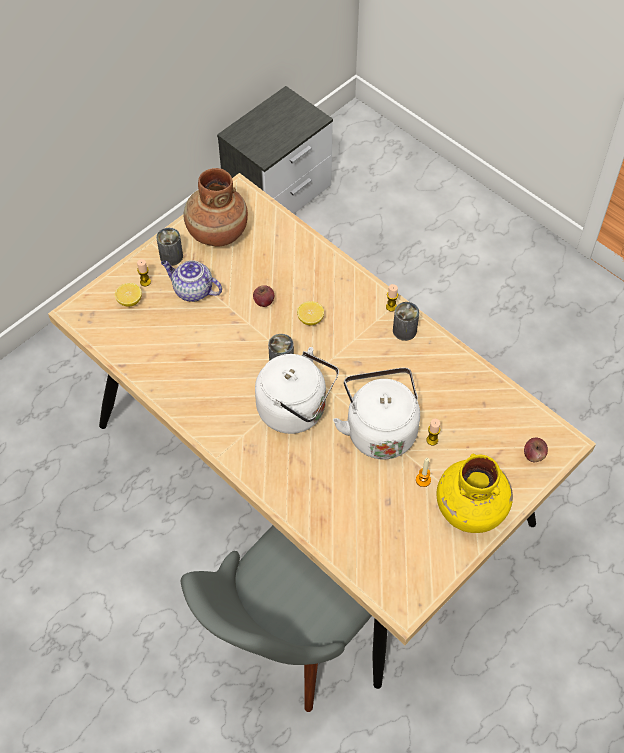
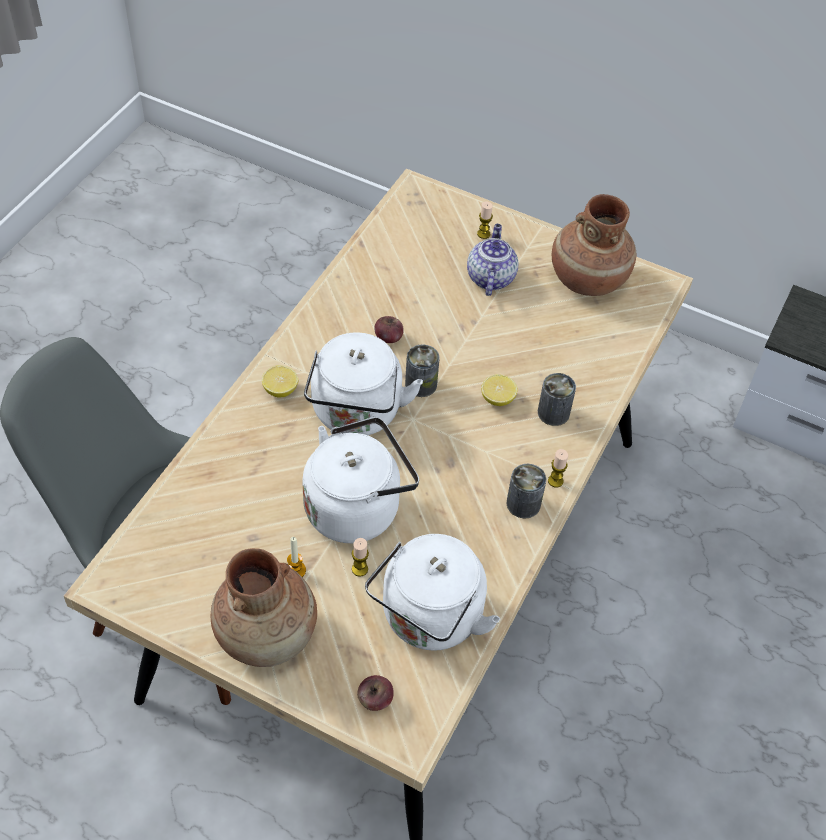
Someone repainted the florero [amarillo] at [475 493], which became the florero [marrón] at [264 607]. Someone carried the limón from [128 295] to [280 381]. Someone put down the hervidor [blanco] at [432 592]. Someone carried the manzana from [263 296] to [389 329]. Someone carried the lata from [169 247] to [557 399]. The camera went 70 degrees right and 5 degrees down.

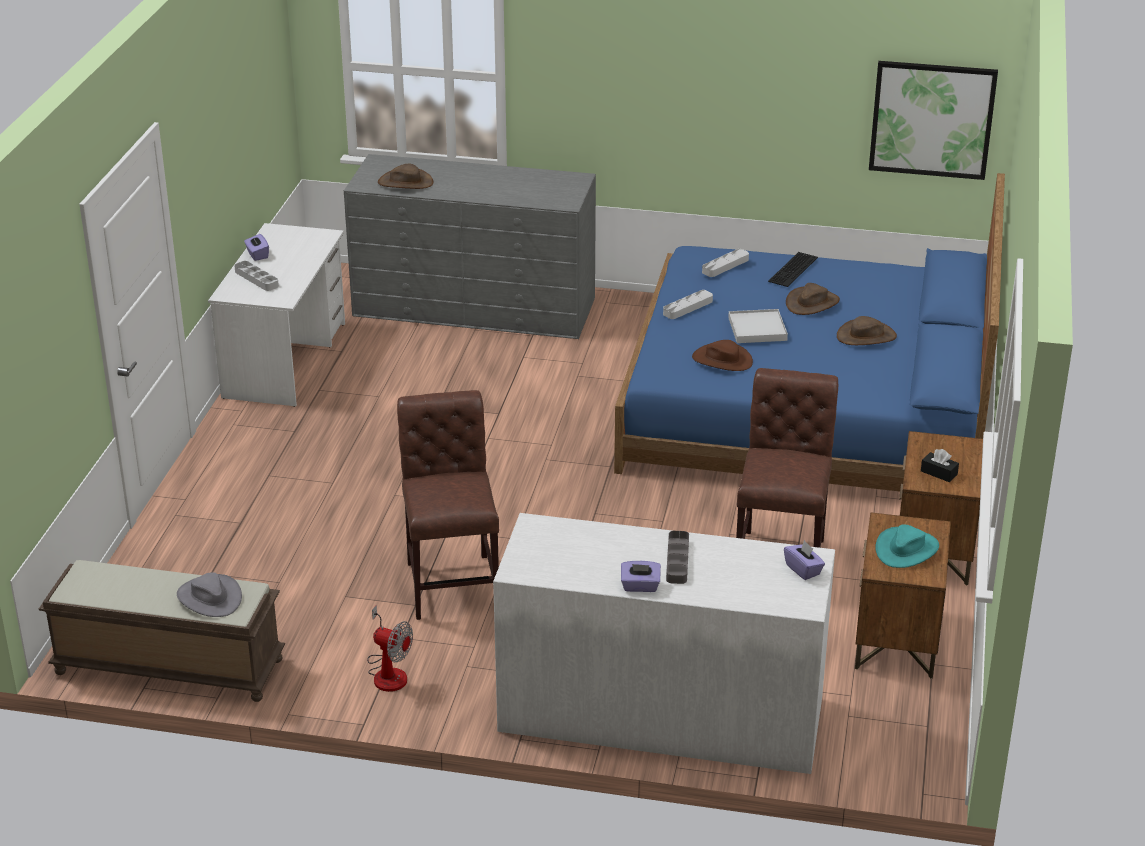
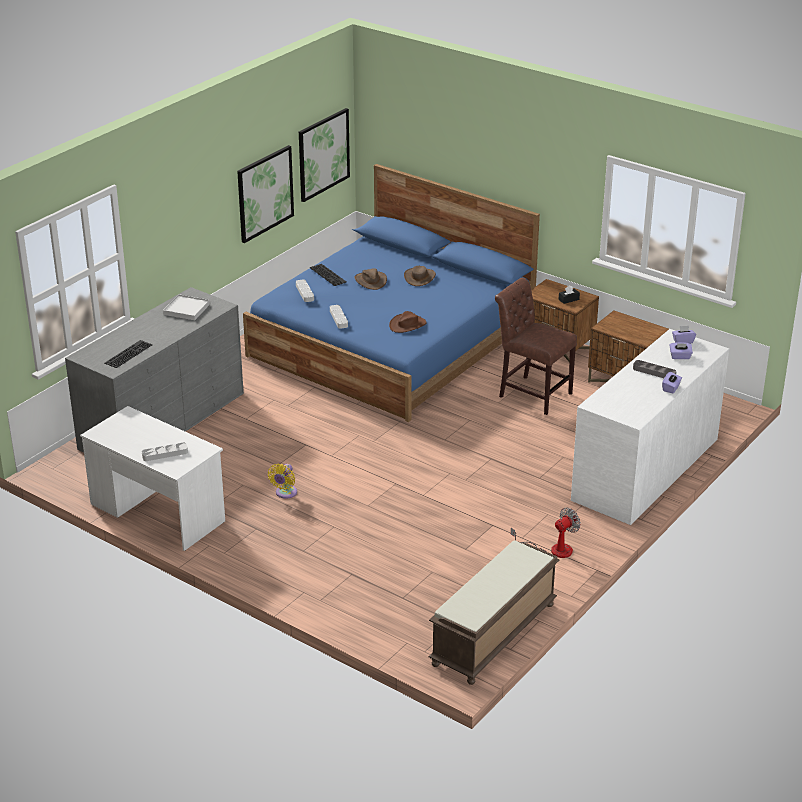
Someone swapped the sombrero [marrón] at [406 176] for the teclado at [128 354]. Someone carried the bandeja [blanco] from [758 326] to [186 307]. Someone put up the cuadro at [265 194]. Someone put down the ventilador [amarillo] at [282 481]. Someone carried the caja de pañuelos [morado] from [256 247] to [681 350]. Someone took away the sombrero [gris] at [209 594]. Someone took away the silla [marrón] at [448 505]. Someone took away the sombrero [turquesa] at [907 546]. The camera went 65 degrees left and 0 degrees up.

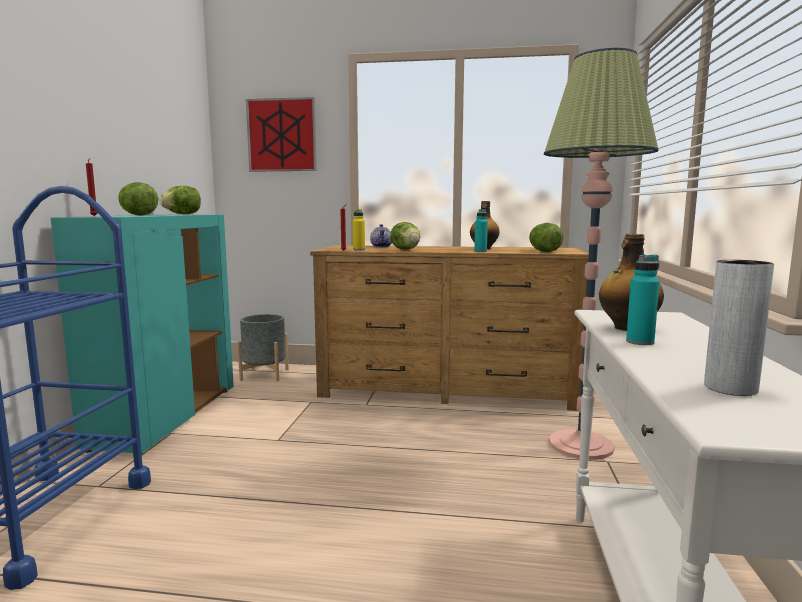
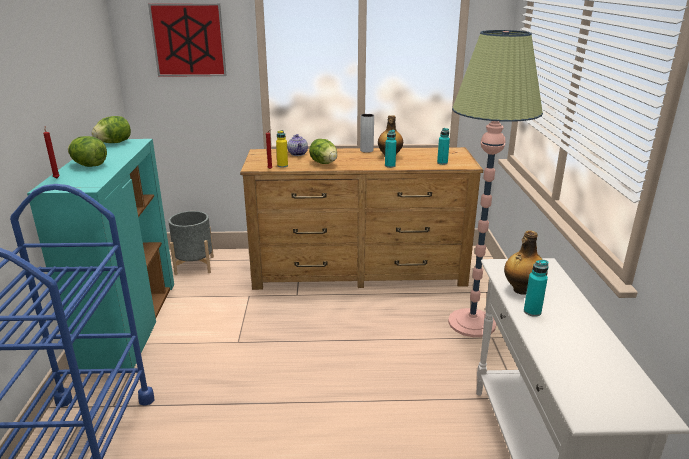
Someone carried the florero [gris] from [739 328] to [367 133]. Someone swapped the lechuga at [546 237] for the botella [turquesa] at [443 146]. The camera went 10 degrees left and 15 degrees up.

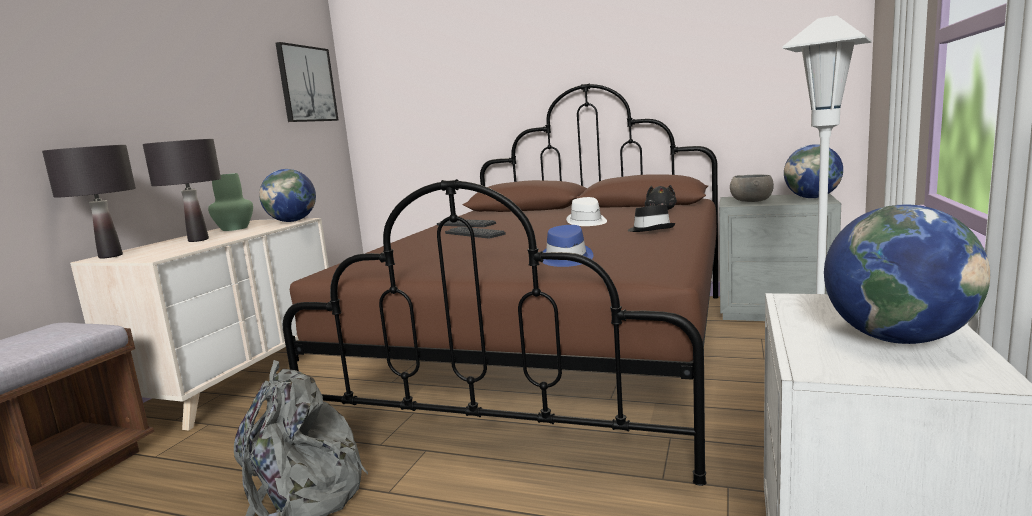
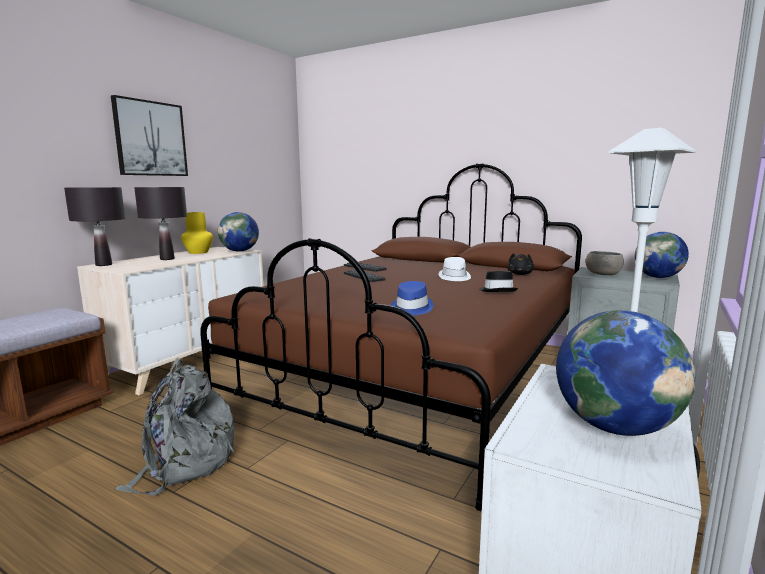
Someone carried the cuadro from [306 82] to [149 135]. Someone repainted the florero [verde] at [230 202], which became the florero [amarillo] at [197 233]. The camera went 10 degrees right and 0 degrees up.

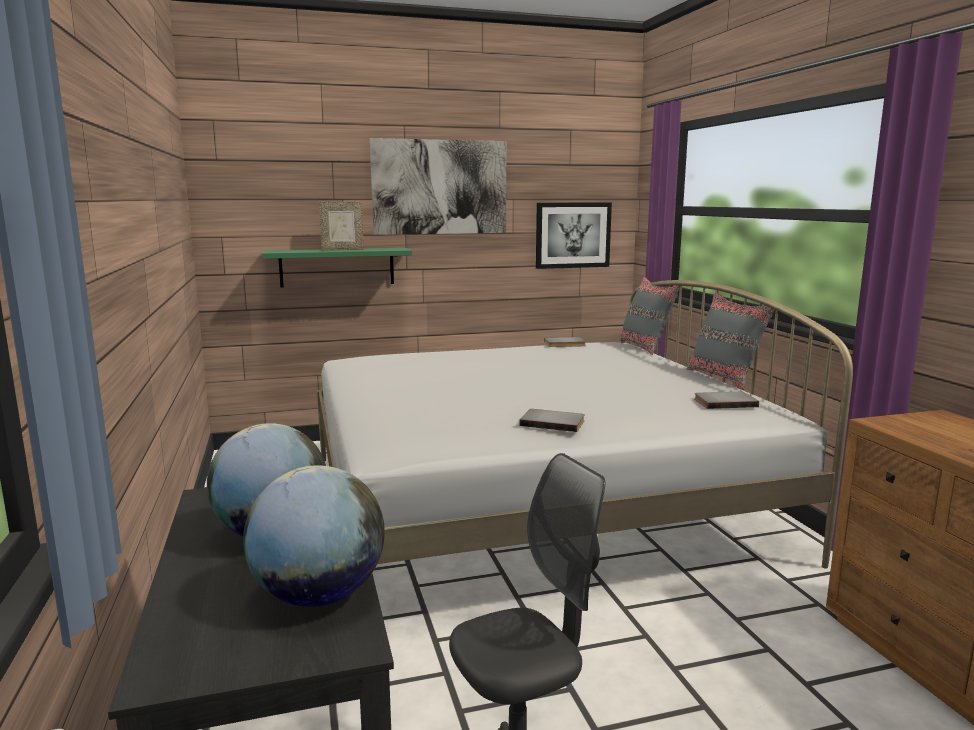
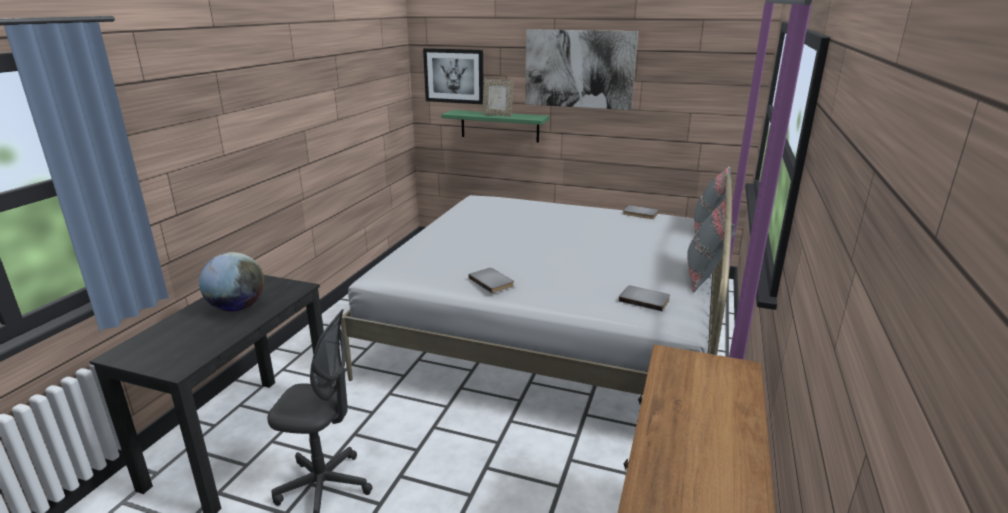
Someone carried the cuadro from [574 236] to [453 76]. Someone took away the globo terráqueo at [314 536]. The camera went 35 degrees right and 10 degrees up.

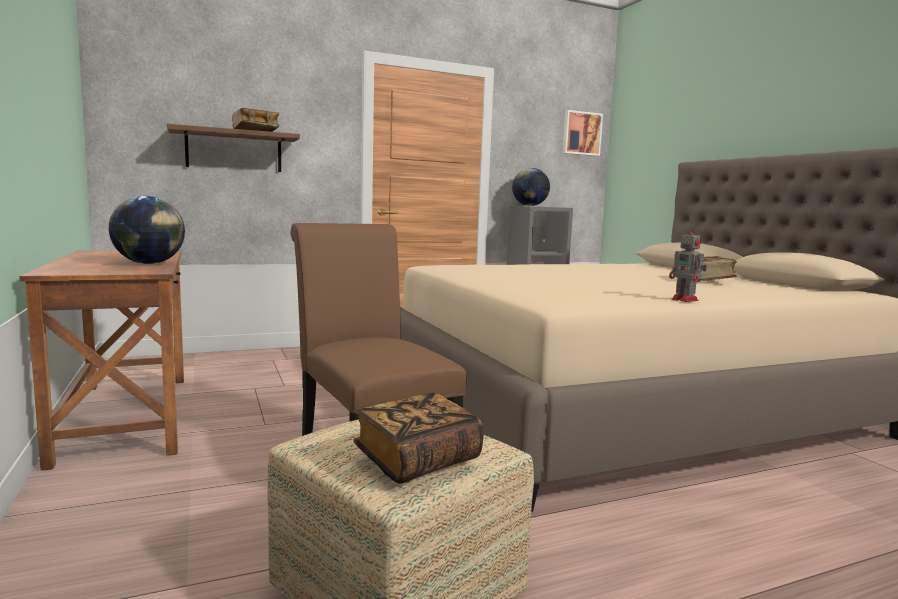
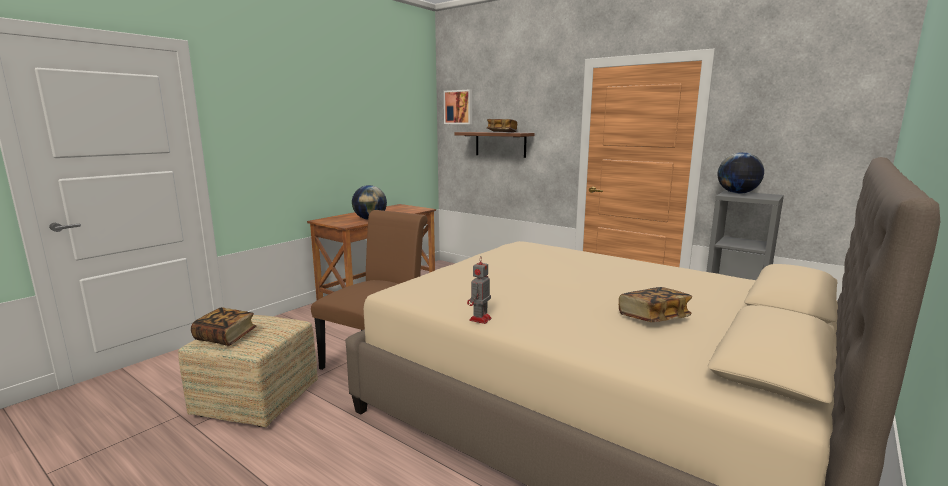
Someone carried the cuadro from [582 133] to [458 107]. The camera went 60 degrees right and 5 degrees up.

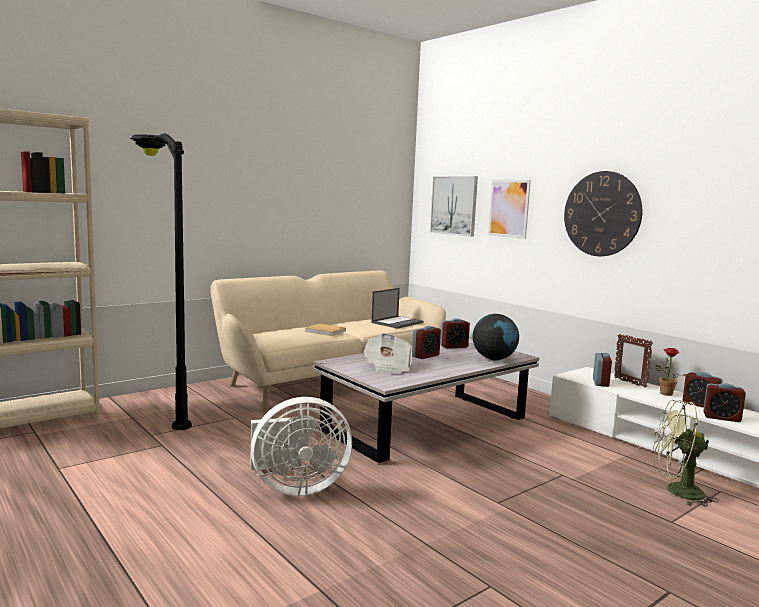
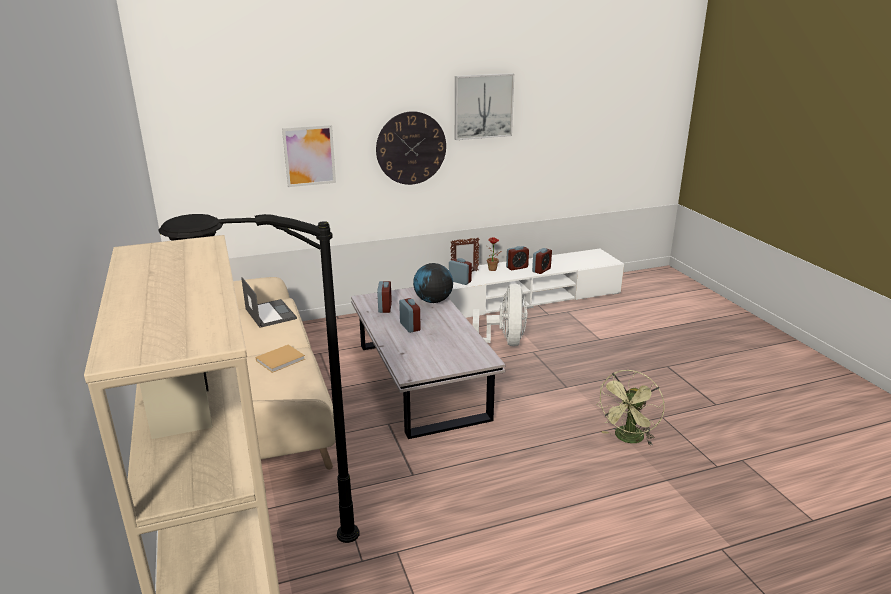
Someone carried the cuadro from [454 206] to [484 106]. Someone carried the ventilador [blanco] from [301 446] to [500 315]. Someone carried the ventilador [verde] from [685 453] to [630 407]. Someone took away the periódico at [388 354]. The camera went 70 degrees left and 15 degrees up.

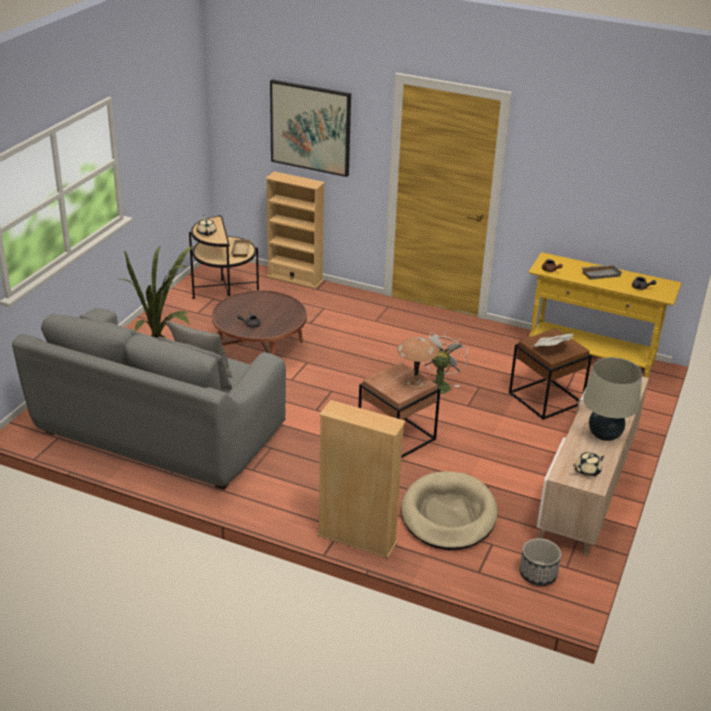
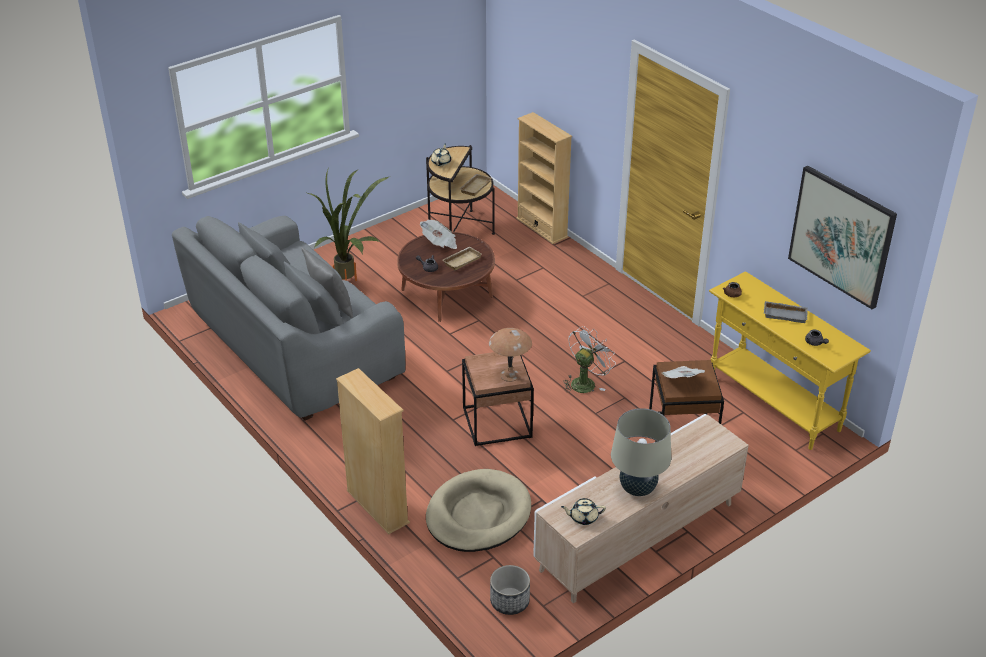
Someone put down the periódico at [438 234]. Someone put down the bandeja [beis] at [462 258]. Someone carried the cuadro from [310 128] to [842 237]. The camera went 30 degrees right and 5 degrees up.

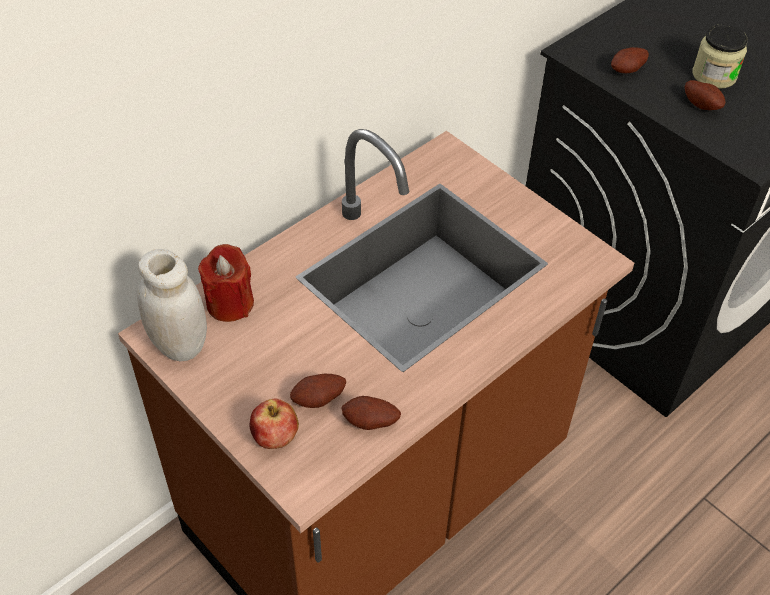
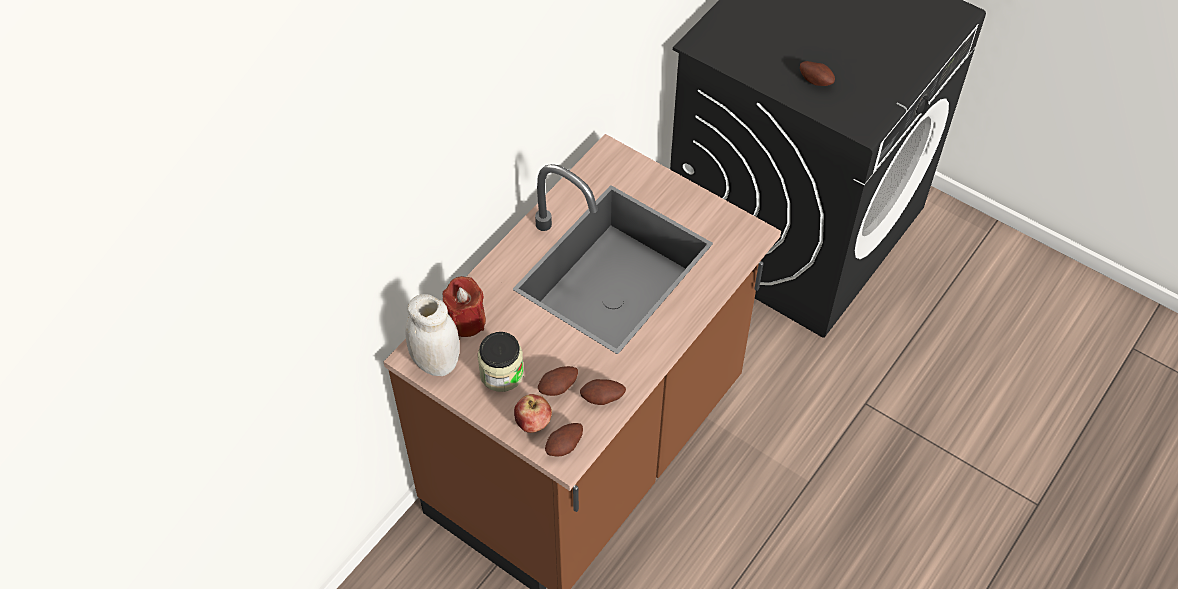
Someone carried the tarro from [720 56] to [501 362]. Someone carried the patata from [630 60] to [564 440]. The camera went 10 degrees left and 5 degrees up.

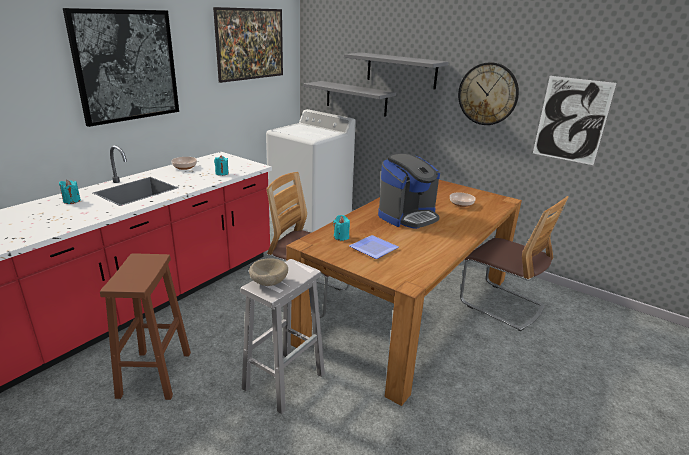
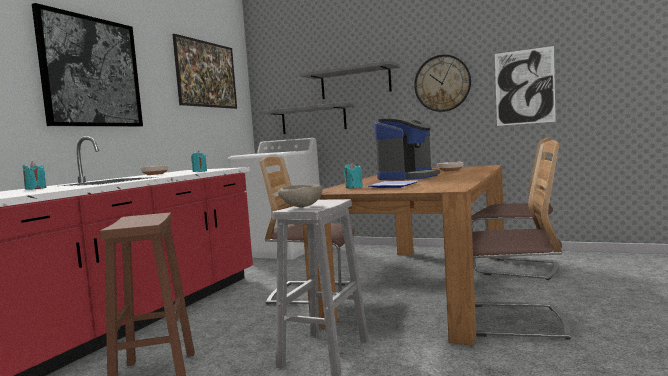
Someone put down the silla at [521 240]. The camera went 10 degrees left and 20 degrees down.

